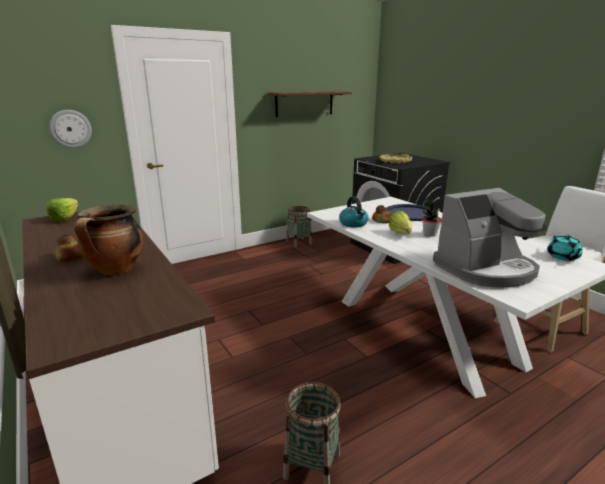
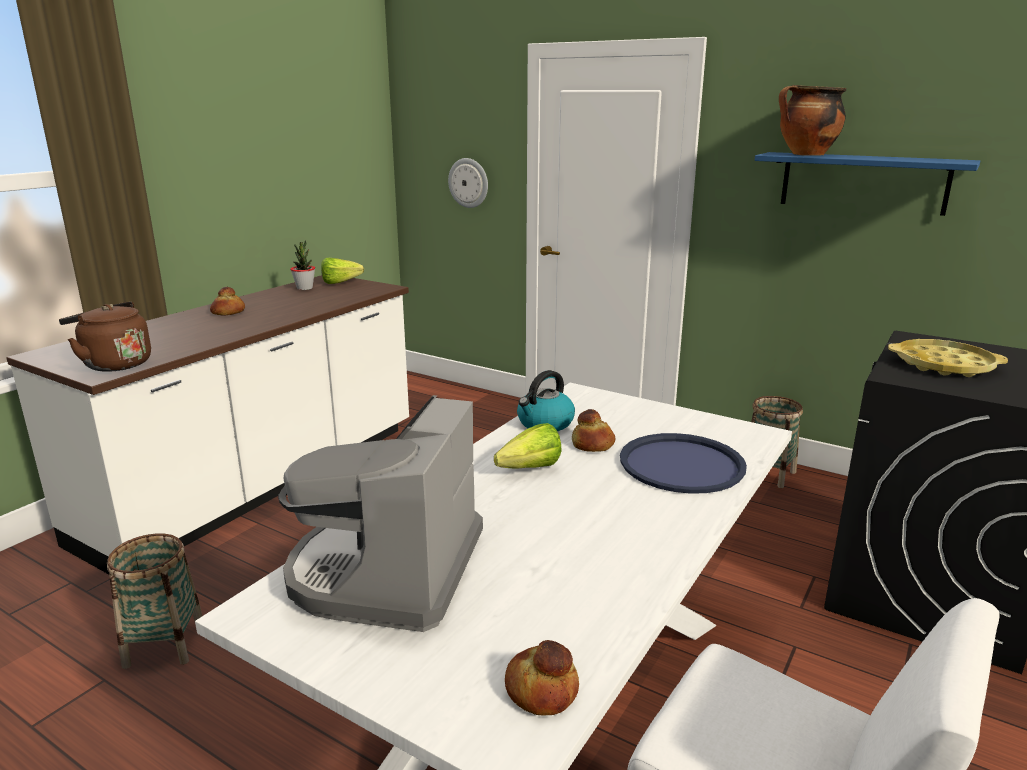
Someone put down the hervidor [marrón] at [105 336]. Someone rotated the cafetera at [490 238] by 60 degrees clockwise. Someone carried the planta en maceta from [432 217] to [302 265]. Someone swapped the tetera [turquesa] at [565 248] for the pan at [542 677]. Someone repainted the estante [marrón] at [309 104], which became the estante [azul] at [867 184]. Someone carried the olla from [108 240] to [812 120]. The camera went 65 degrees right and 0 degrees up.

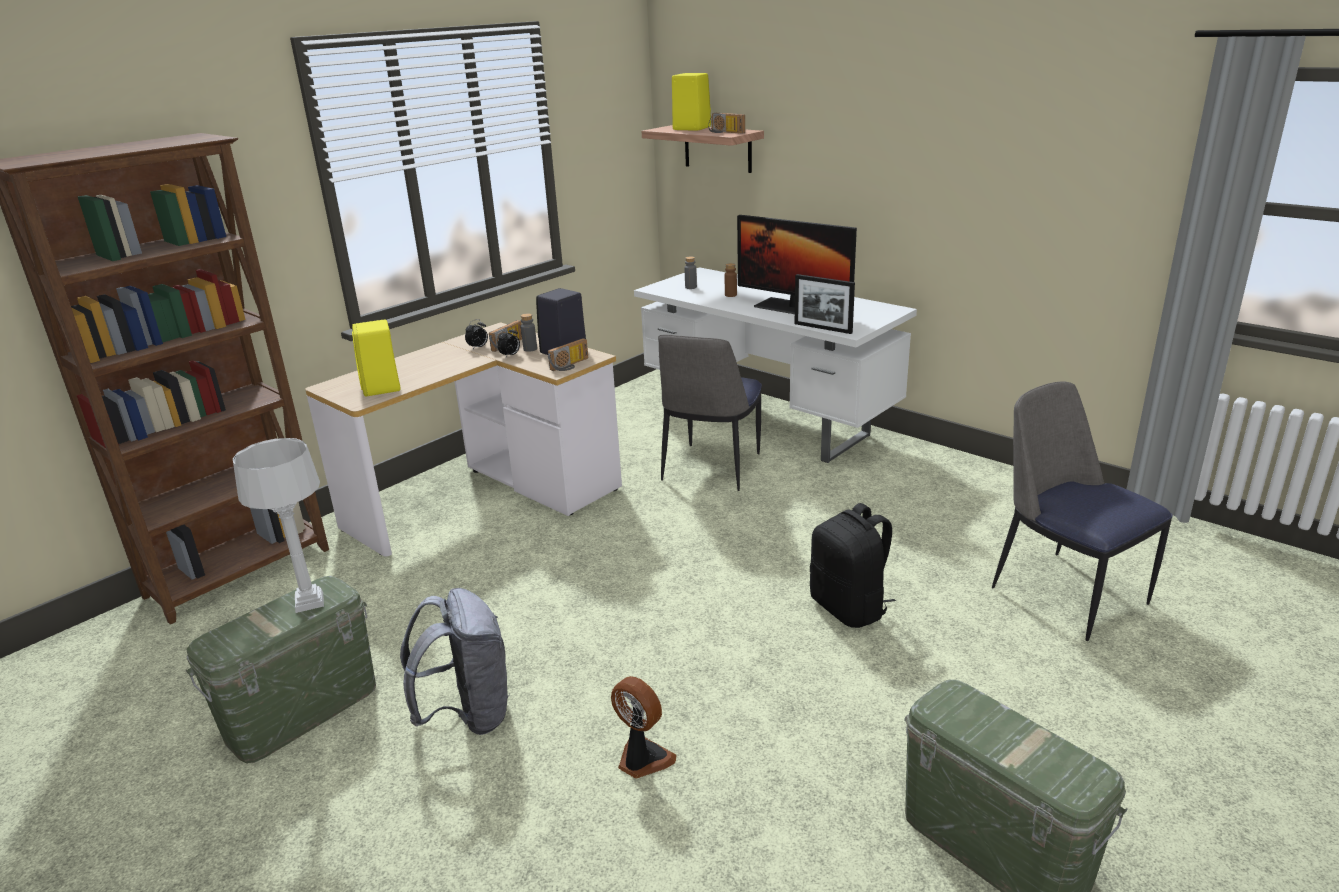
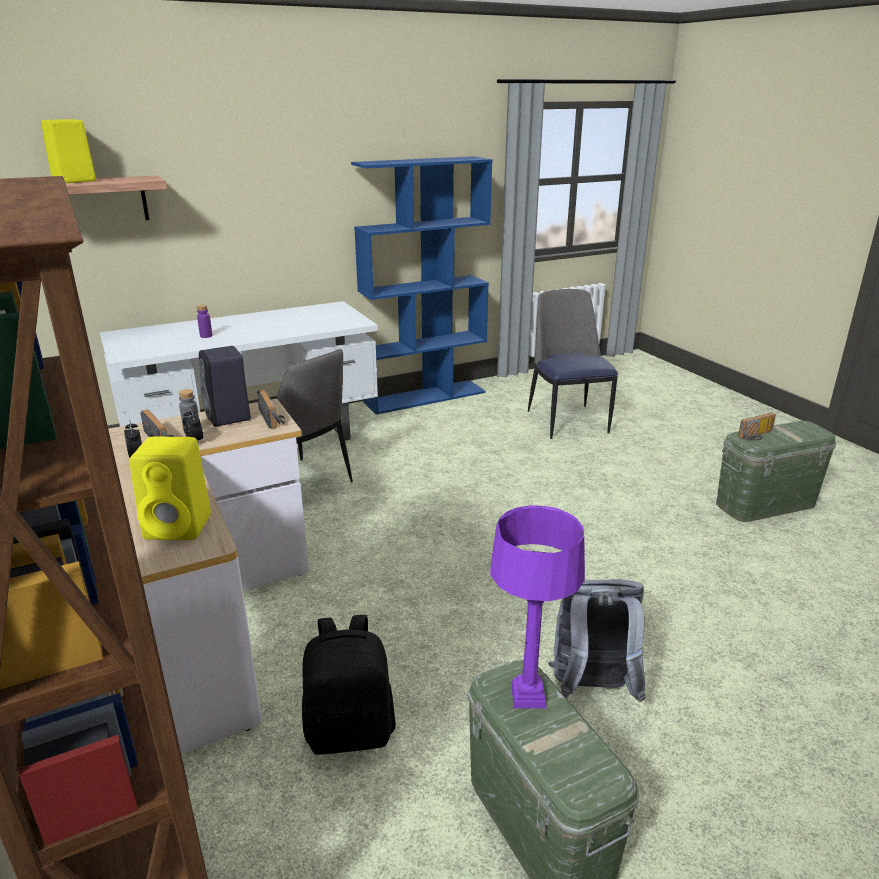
Someone repainted the botella [marrón] at [730 280], which became the botella [morado] at [205 321]. Someone carried the mochila [negro] from [853 565] to [349 685]. Someone put down the estantería [azul] at [421 285]. Someone repainted the lámpara de mesa [gris] at [278 525], which became the lámpara de mesa [morado] at [537 606]. Someone rotated the silla at [1082 511] by 90 degrees clockwise. Someone carried the radio from [726 123] to [757 427]. Someone took away the ventilador at [644 727]. Someone took away the botella [gris] at [690 272]. Someone took away the monitor at [797 264]. Someone took away the portarretratos at [825 304]. The camera went 70 degrees left and 0 degrees up.

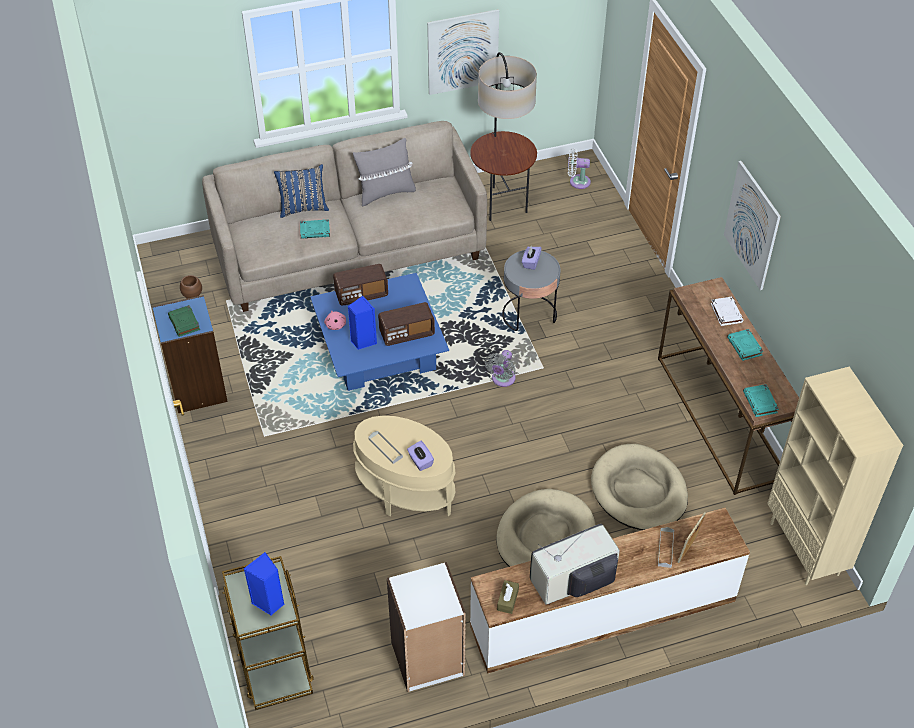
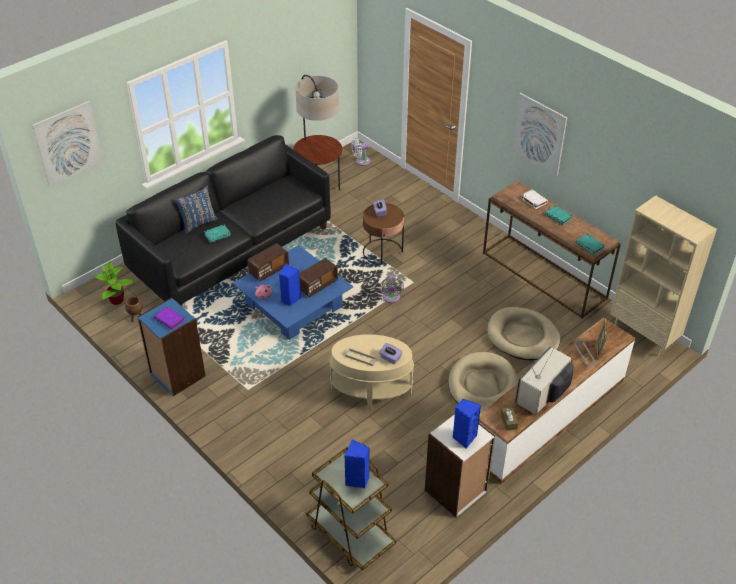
Someone carried the cuadro from [463 52] to [67 144]. Someone put down the planta en maceta at [115 283]. Someone repainted the sofá [beis] at [344 216], which became the sofá [negro] at [223 220]. Someone repainted the libro [verde] at [184 321], which became the libro [morado] at [169 318]. Someone repainted the mesa auxiliar [gris] at [531 290], which became the mesa auxiliar [marrón] at [383 234]. Someone put down the altavoz [azul] at [466 424]. Someone took away the cojín [gris] at [384 172]. The camera went 25 degrees left and 5 degrees down.

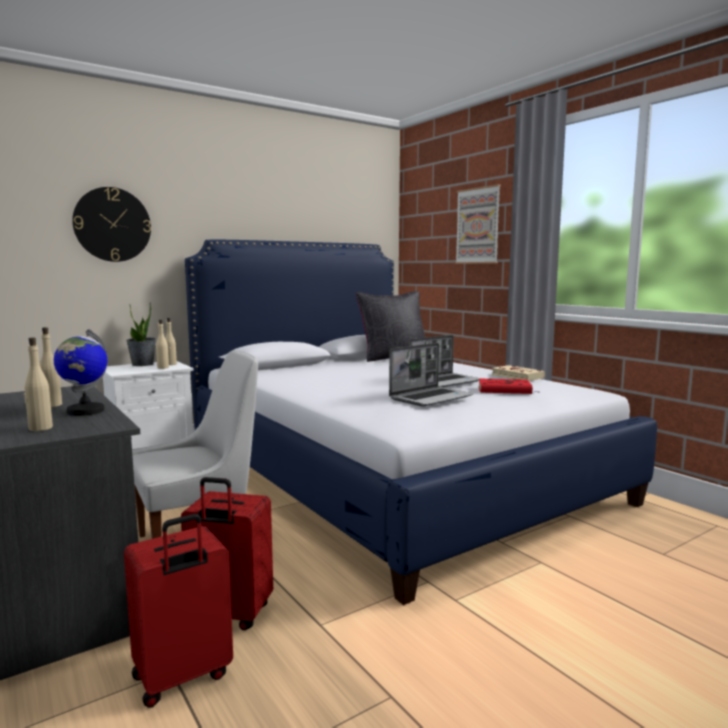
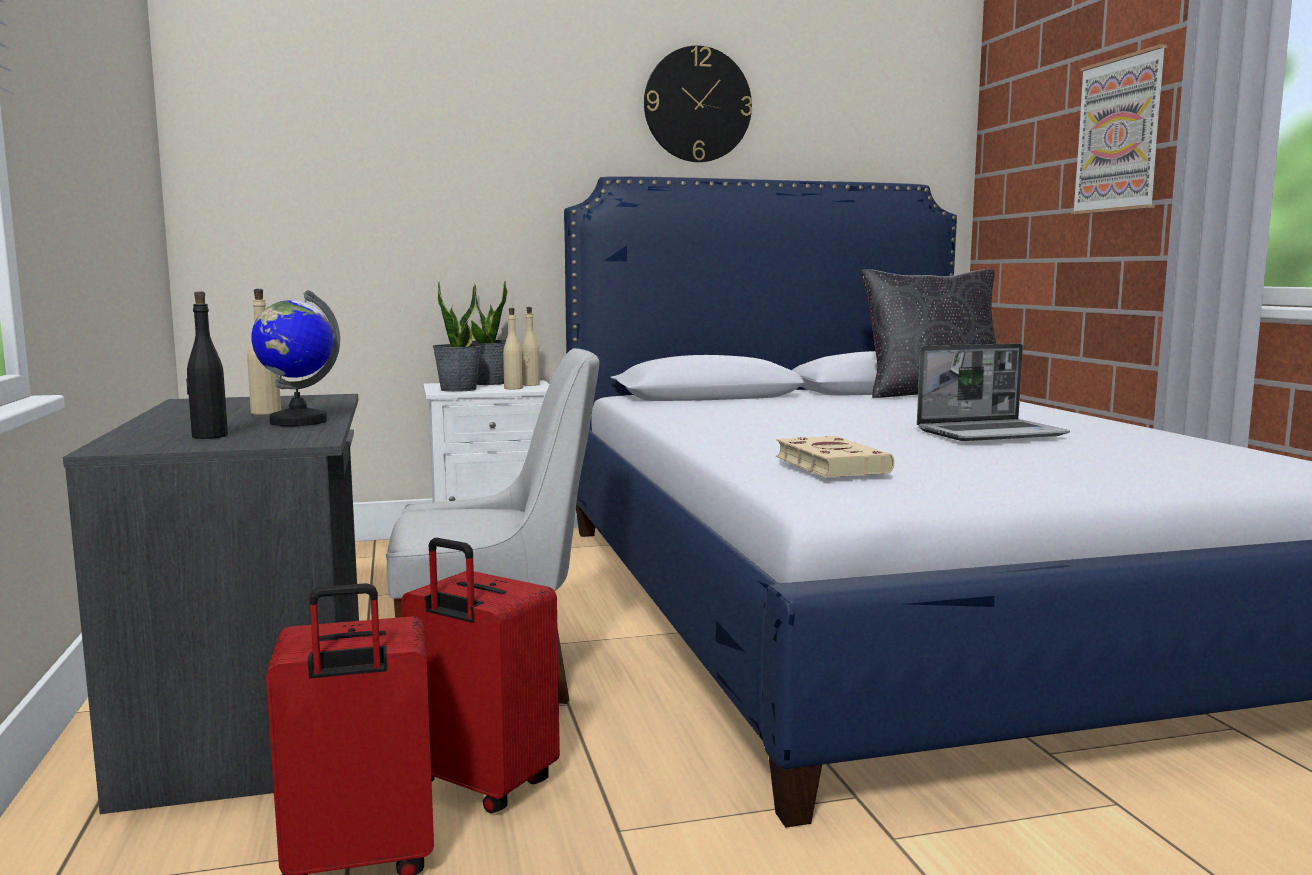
Someone repainted the botella [beis] at [38 384], which became the botella [negro] at [207 365]. Someone put down the planta en maceta at [457 336]. Someone carried the reloj de pared from [111 224] to [698 104]. Someone carried the libro [beis] from [518 373] to [835 456]. Someone took away the portátil at [431 374]. Someone took away the libro [rojo] at [508 386]. The camera went 20 degrees right and 0 degrees up.

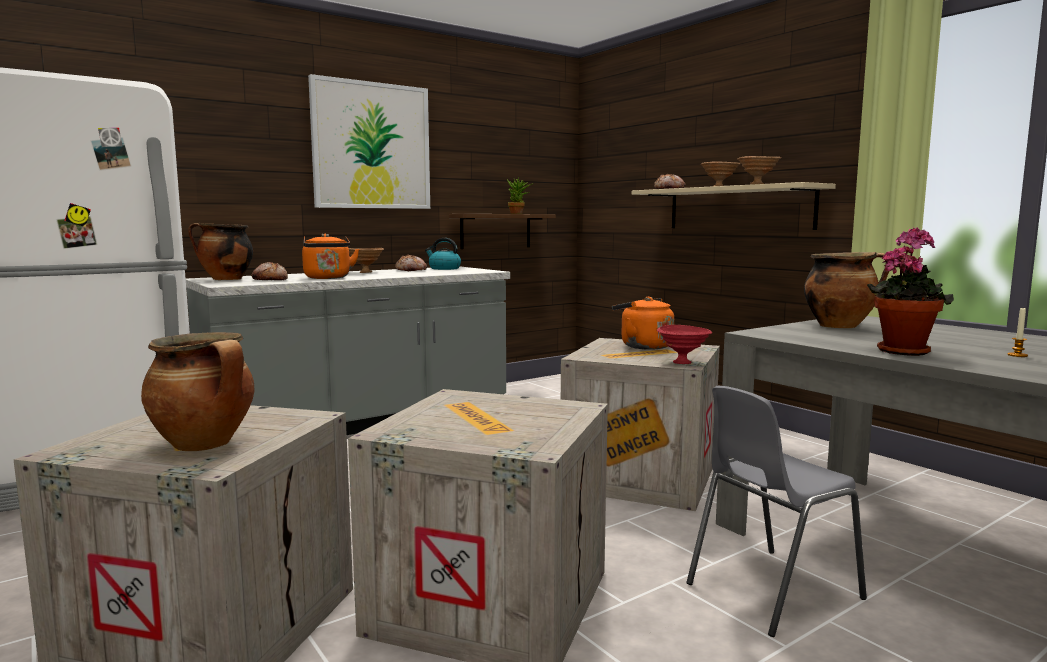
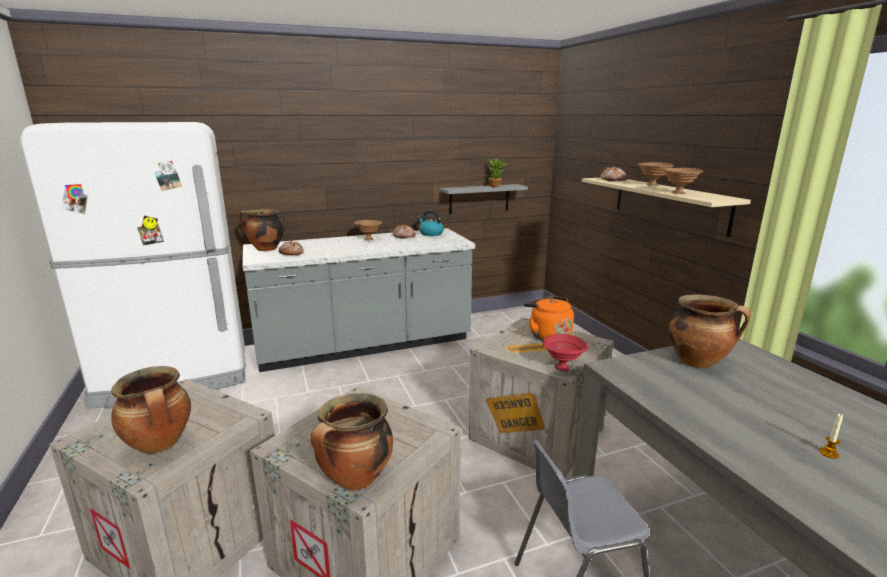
Someone put down the olla at [352 441]. Someone repainted the estante [marrón] at [502 231], which became the estante [gris] at [484 199]. Someone took away the hervidor [naranja] at [330 256]. Someone took away the cuadro at [369 141]. Someone took away the planta en maceta at [910 291]. The camera went 15 degrees right and 10 degrees up.

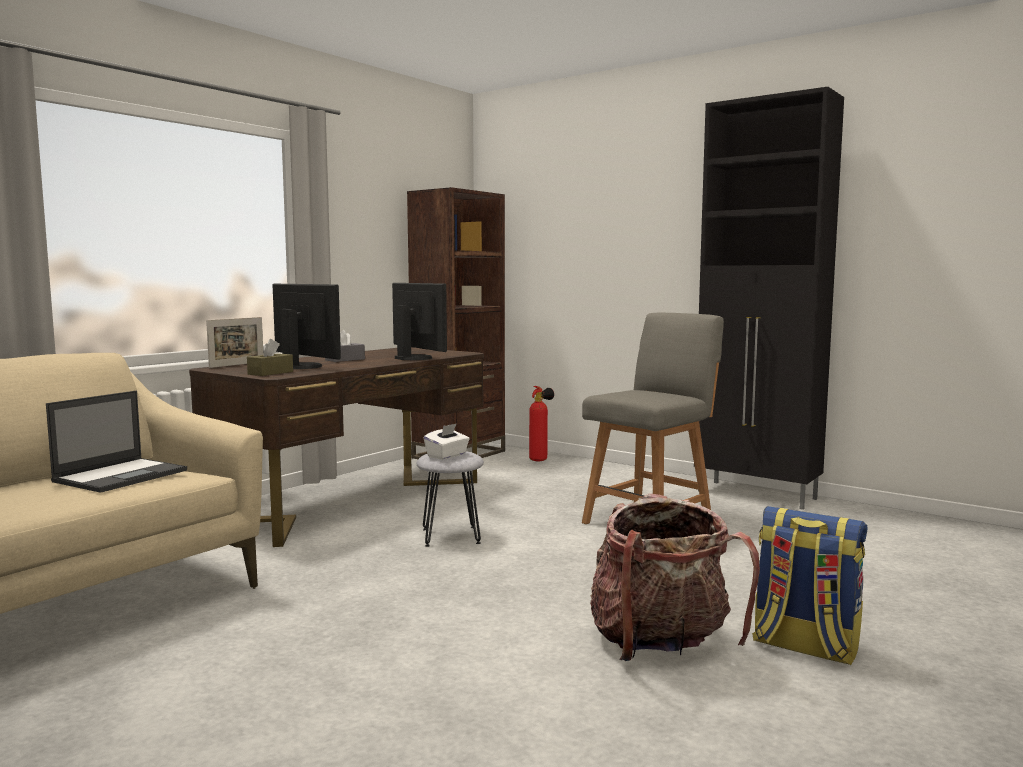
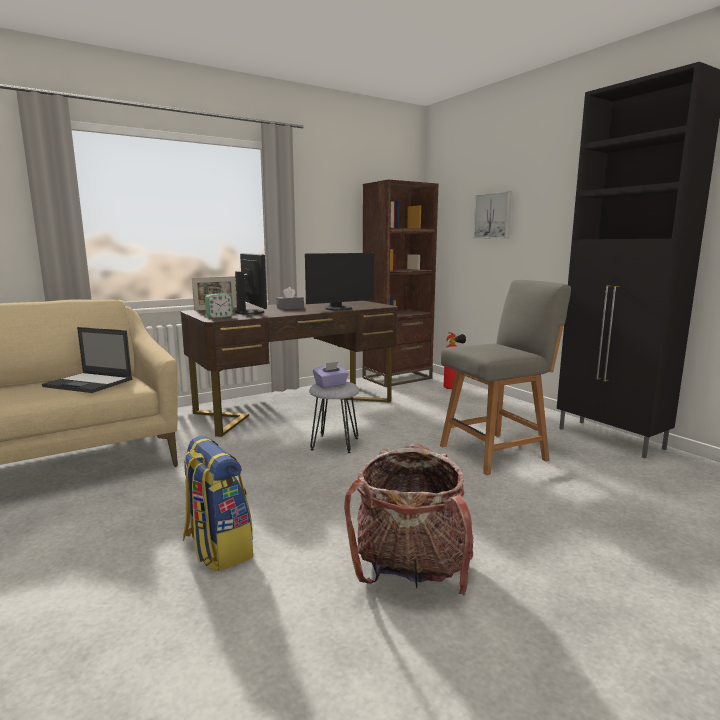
Someone rotated the portátil at [116 441] by 60 degrees clockwise. Someone carried the mochila from [809 585] to [218 504]. Someone swapped the caja de pañuelos [marrón] at [270 357] for the despertador at [219 306]. Someone rotated the monitor at [419 321] by 75 degrees clockwise. Someone repainted the caja de pañuelos [blanco] at [447 441], which became the caja de pañuelos [morado] at [331 375]. Someone put up the cuadro at [492 215]. The camera went 20 degrees right and 5 degrees up.

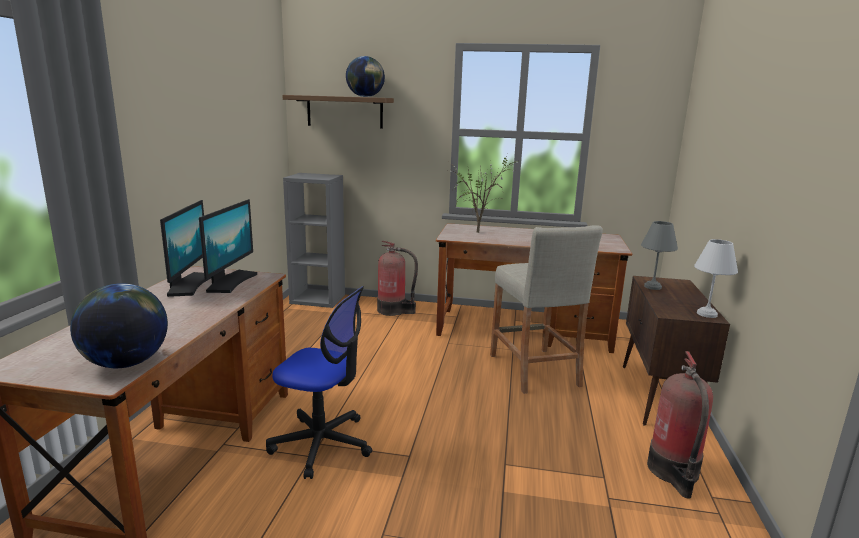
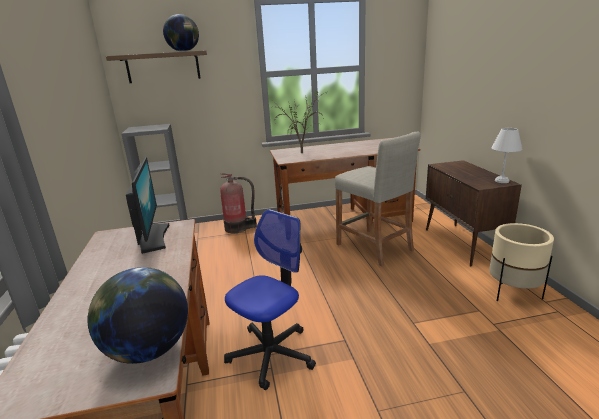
Someone rotated the silla de oficina at [319 382] by 45 degrees counterclockwise. Someone swapped the extintor at [680 425] for the maceta [beis] at [521 262]. Someone took away the monitor at [185 248]. Someone took away the lámpara de mesa [gris] at [659 255]. The camera went 20 degrees left and 5 degrees up.

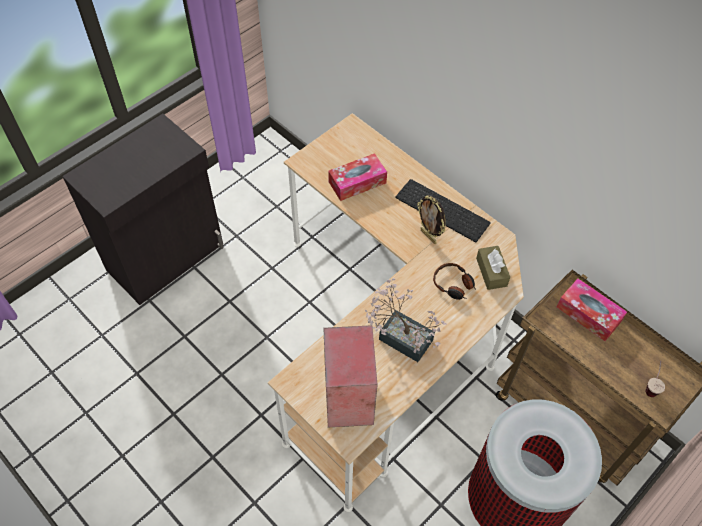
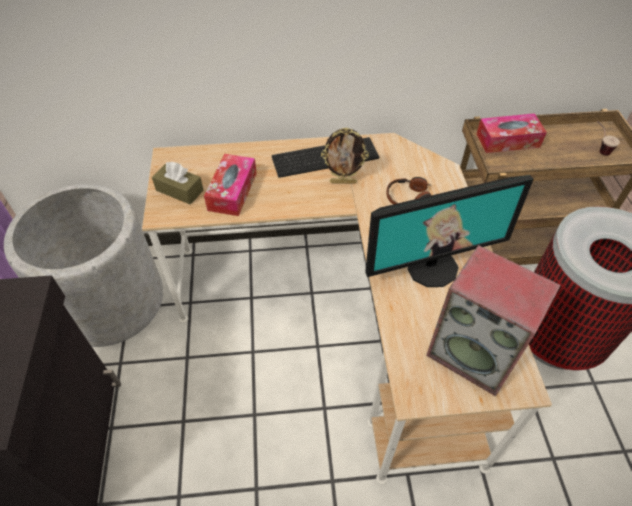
Someone put down the maceta [gris] at [83 265]. Someone carried the caja de pañuelos [marrón] from [493 268] to [178 183]. Someone swapped the planta en maceta at [406 320] for the monitor at [449 231]. The camera went 50 degrees left and 5 degrees down.

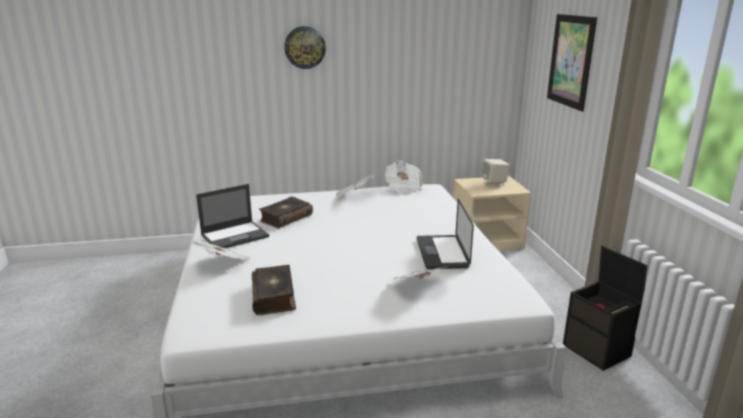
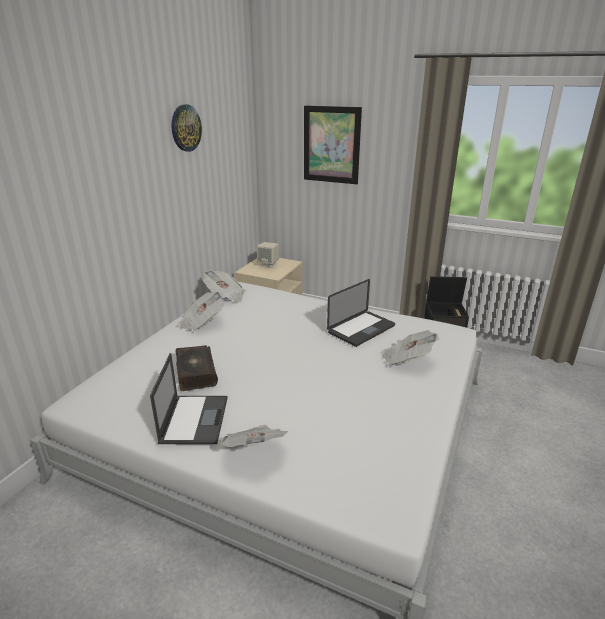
Someone carried the reloj de pared from [305 47] to [186 128]. Someone rotated the portátil at [445 233] by 75 degrees counterclockwise. Someone took away the libro at [274 290]. The camera went 55 degrees left and 5 degrees up.

